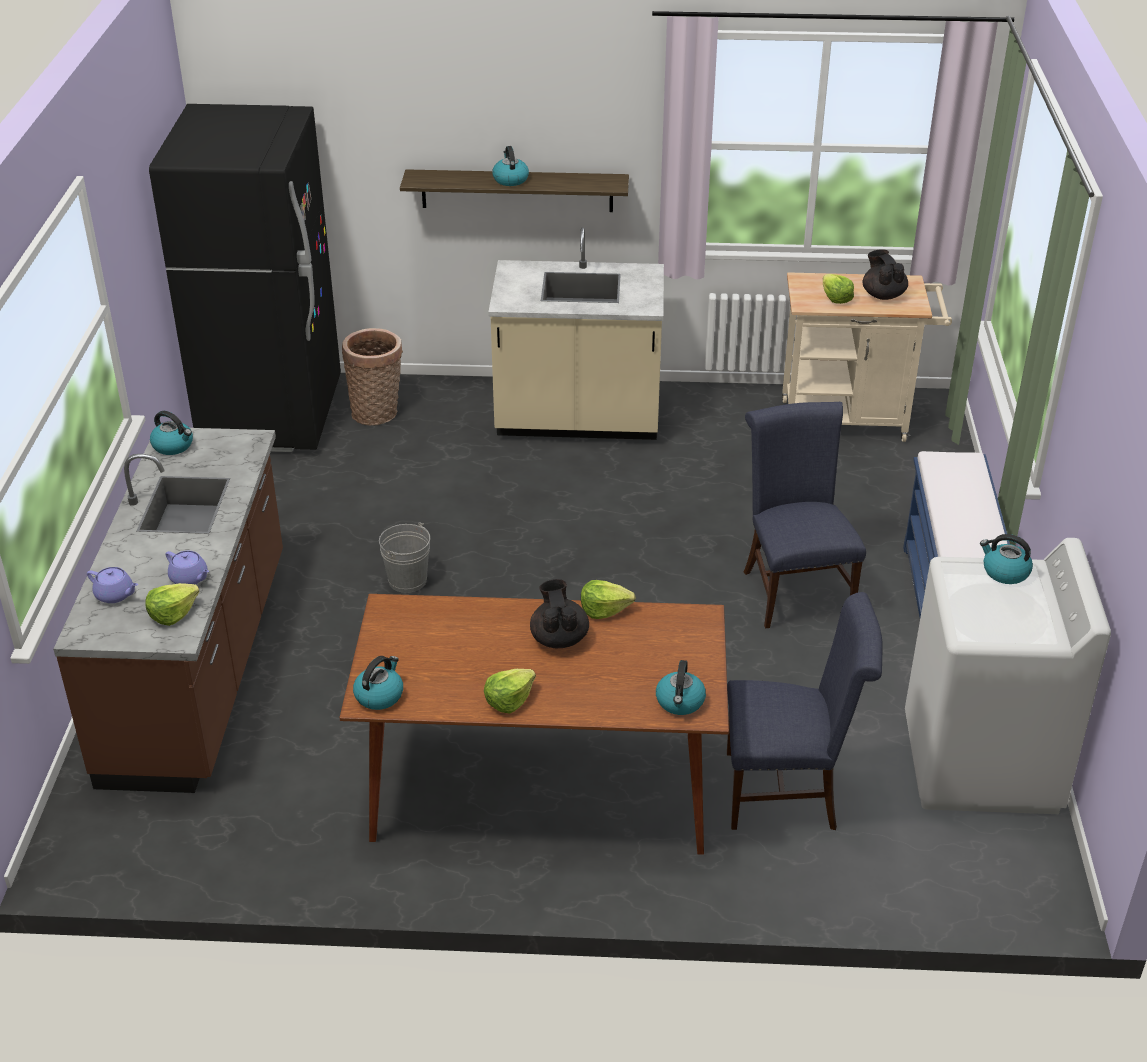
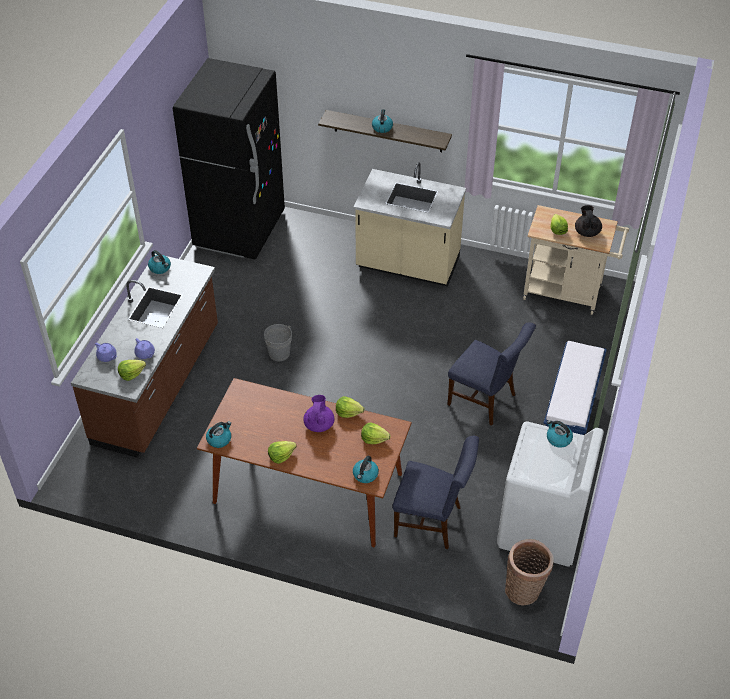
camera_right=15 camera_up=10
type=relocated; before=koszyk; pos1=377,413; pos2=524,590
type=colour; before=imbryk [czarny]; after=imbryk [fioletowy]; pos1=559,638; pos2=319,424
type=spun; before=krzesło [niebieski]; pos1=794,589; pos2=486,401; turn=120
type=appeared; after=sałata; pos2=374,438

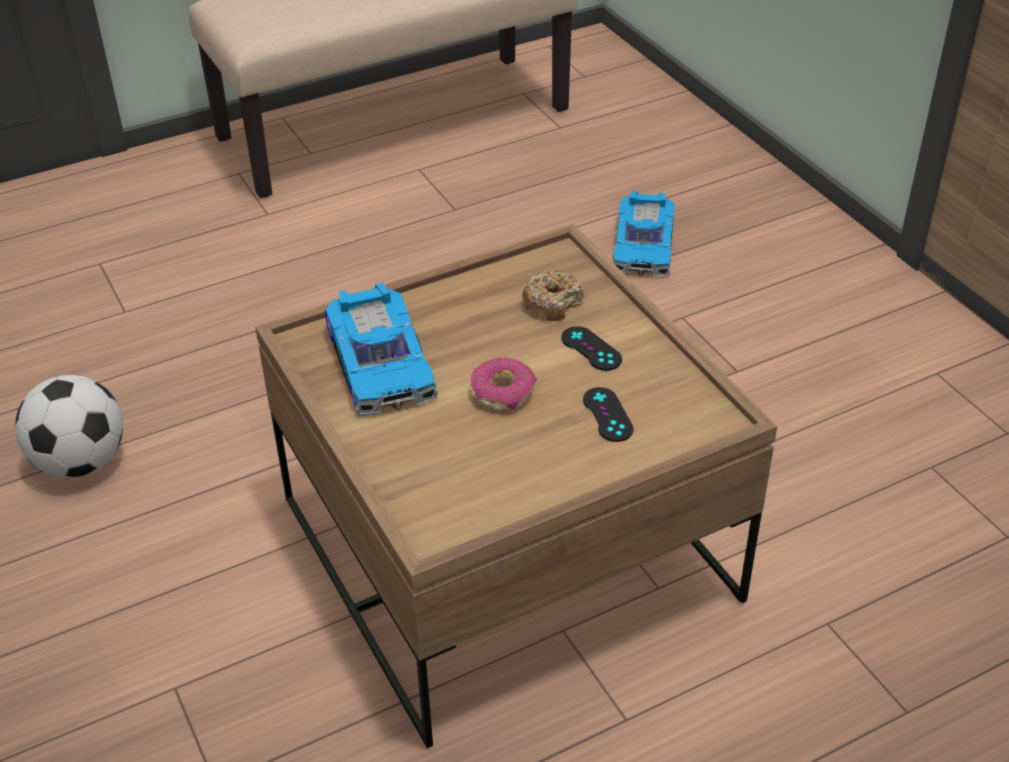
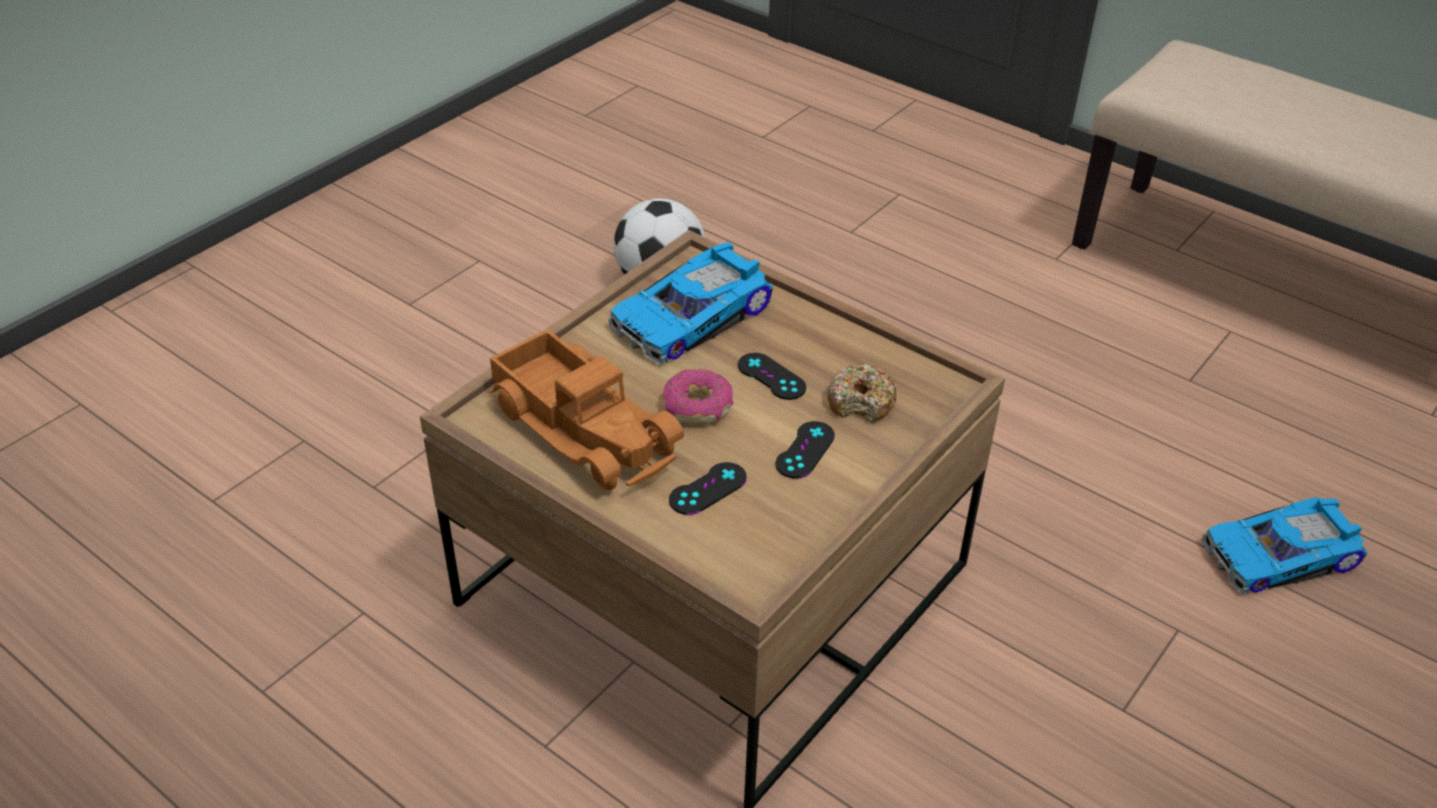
camera_right=65 camera_up=0
type=appeared; after=ciężarówka zabawkowa; pos2=586,426
type=appeared; after=pad do gier [czarny]; pos2=771,377

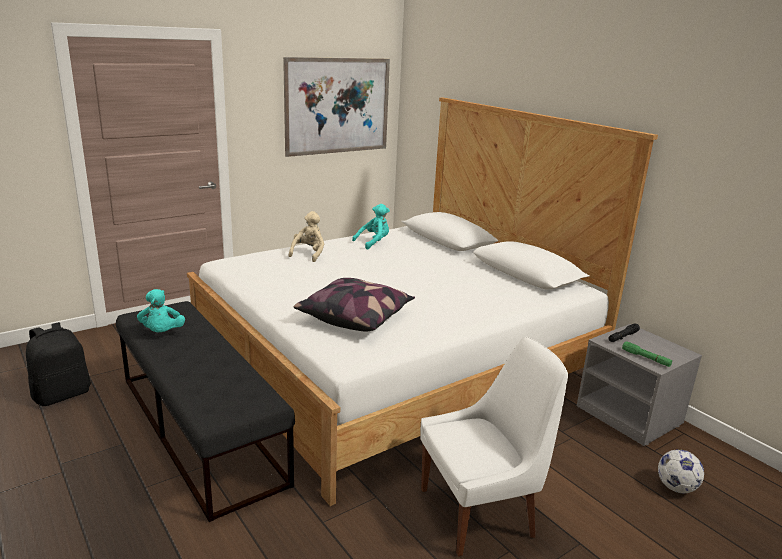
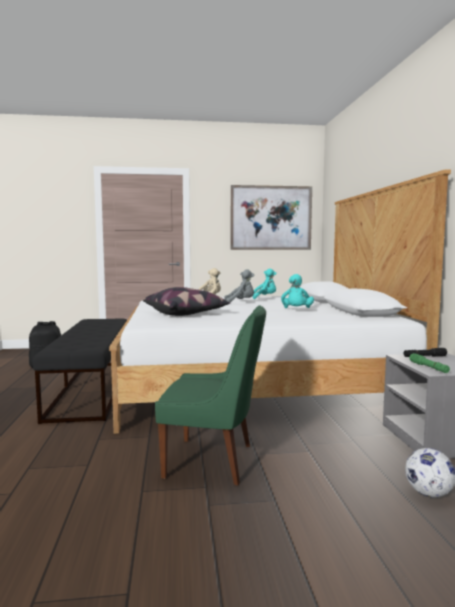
camera_right=30 camera_up=-15
type=relocated; before=pluszak [turkusowy]; pos1=162,333; pos2=296,310
type=colour; before=krzesło [biały]; after=krzesło [zielony]; pos1=480,511; pos2=213,461
type=appeared; after=pluszak [szary]; pos2=241,302

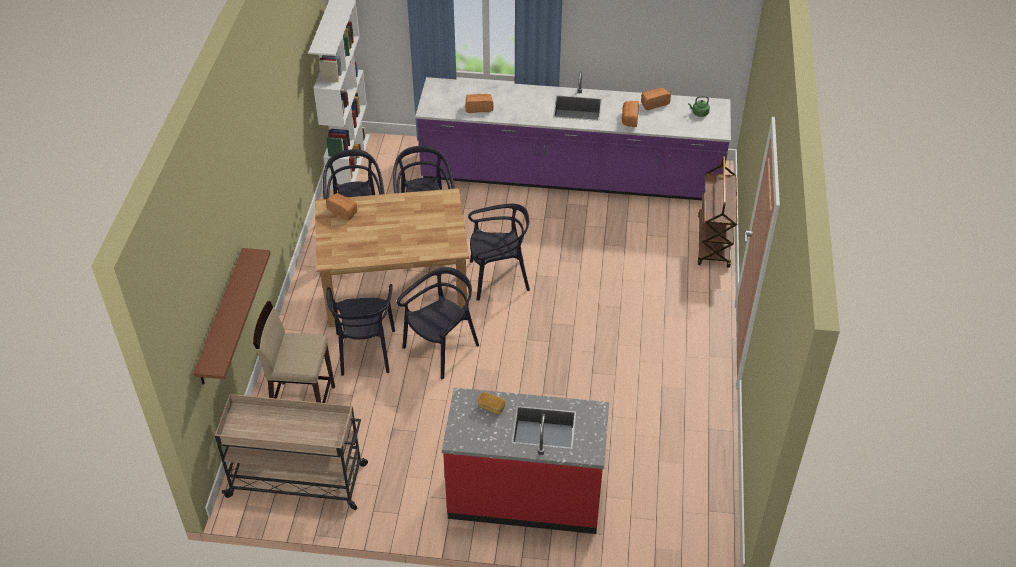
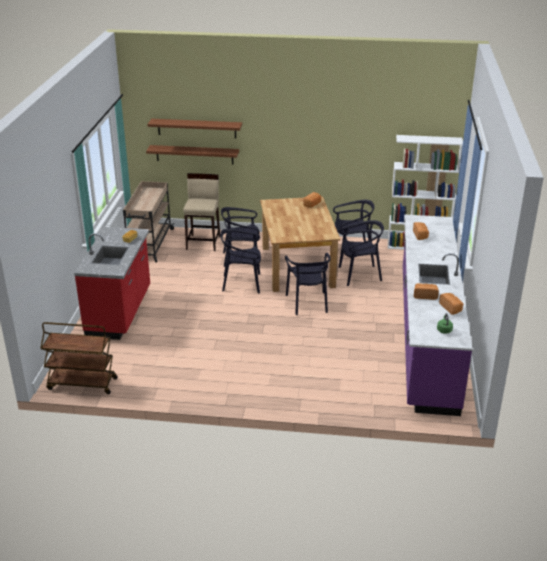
camera_right=90 camera_up=-15
type=spun; before=krzesło [czarny]; pos1=441,349; pos2=242,283; turn=135
type=relocated; before=wózek [brązowy]; pos1=714,242; pos2=81,384
type=appeared; after=półka [brązowy]; pos2=196,128

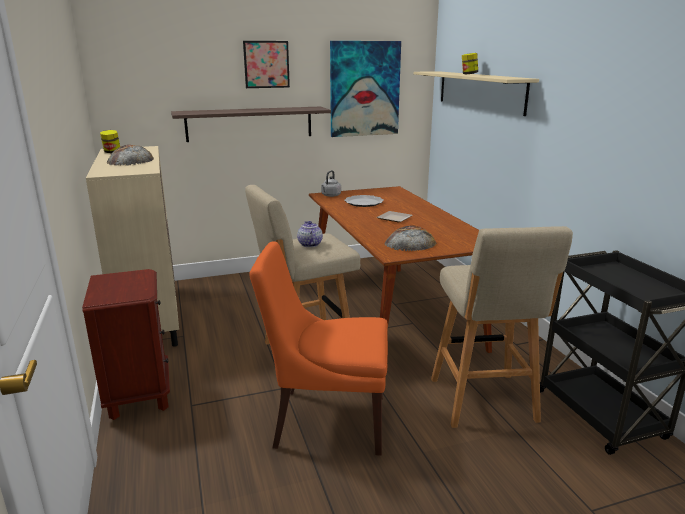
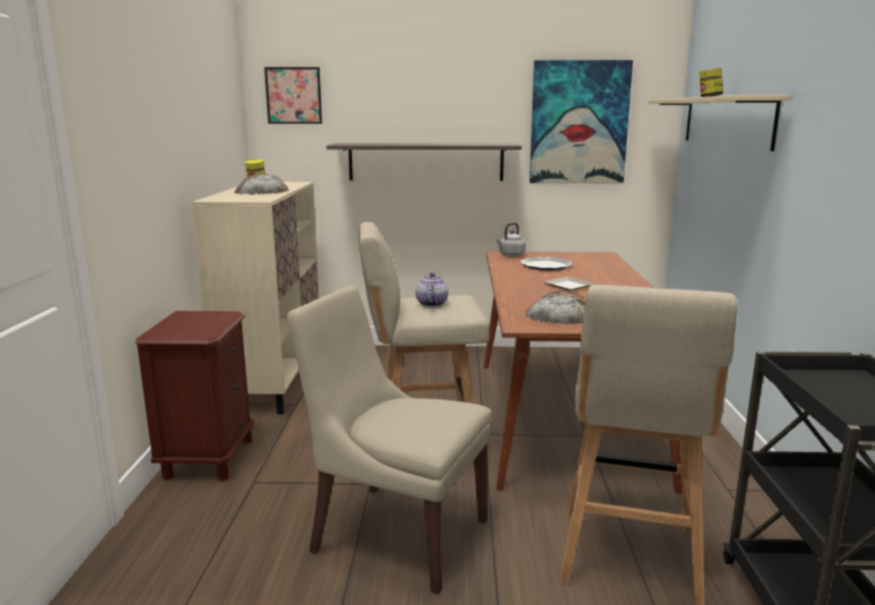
camera_right=20 camera_up=-5
type=relocated; before=obraz; pos1=266,64; pos2=293,95
type=colour; before=krzesło [pomarańczowy]; after=krzesło [beżowy]; pos1=326,420; pos2=395,533

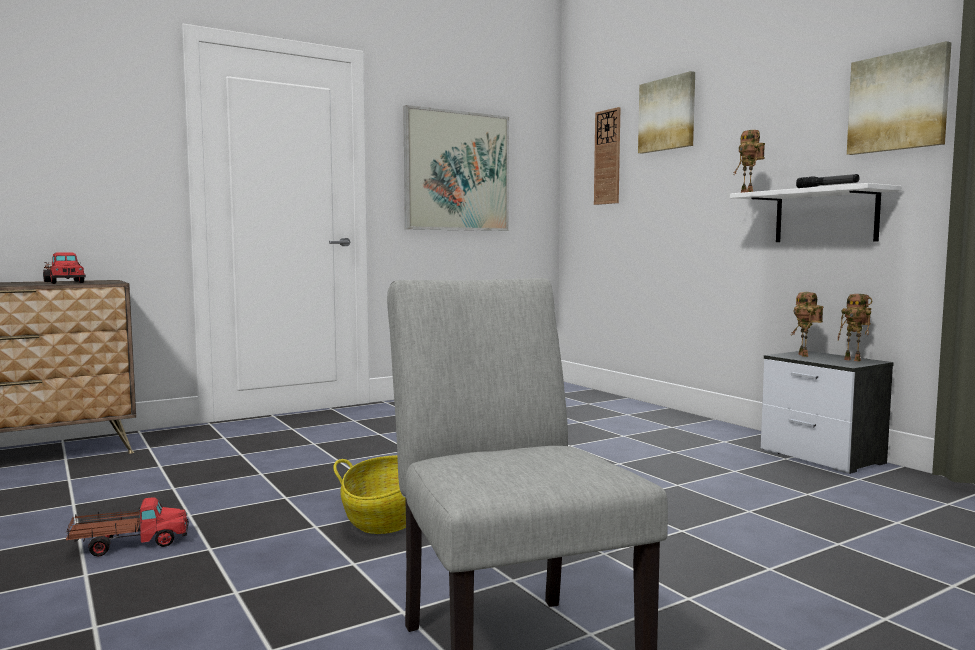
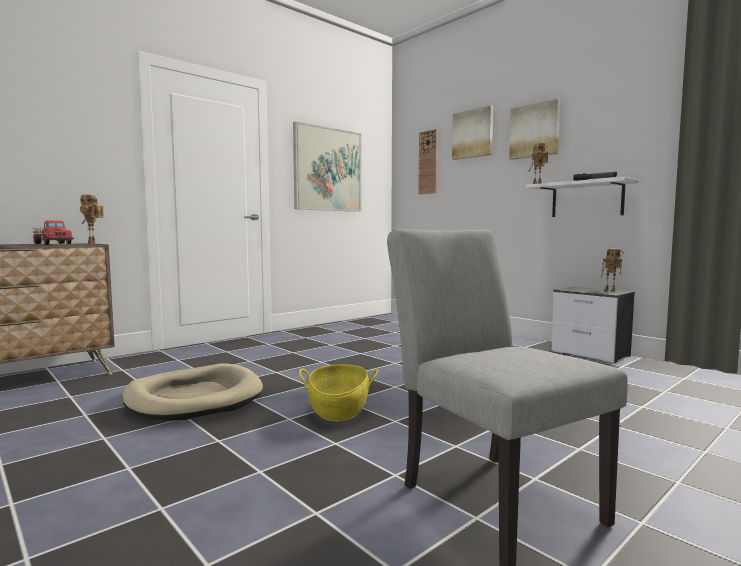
camera_right=-10 camera_up=0
type=missing; before=ciężarówka zabawkowa; pos1=128,544
type=relocated; before=robot zabawkowy; pos1=805,355; pos2=93,243
type=relocated; before=obraz; pos1=898,102; pos2=534,130
type=appeared; after=legowisko [beżowy]; pos2=194,398

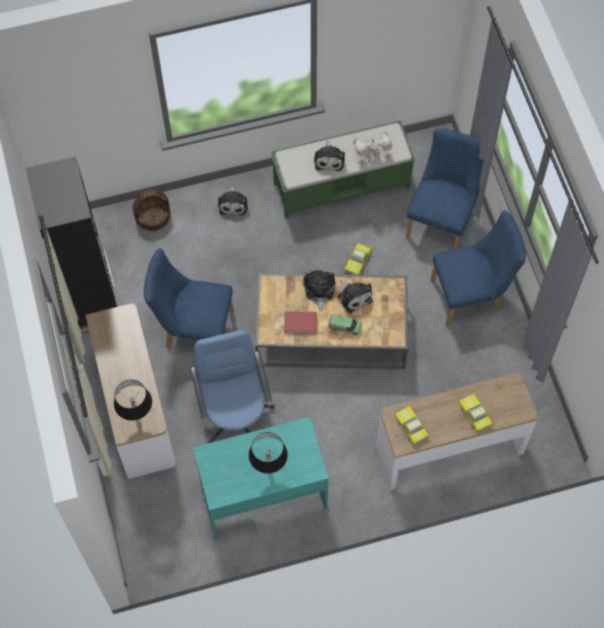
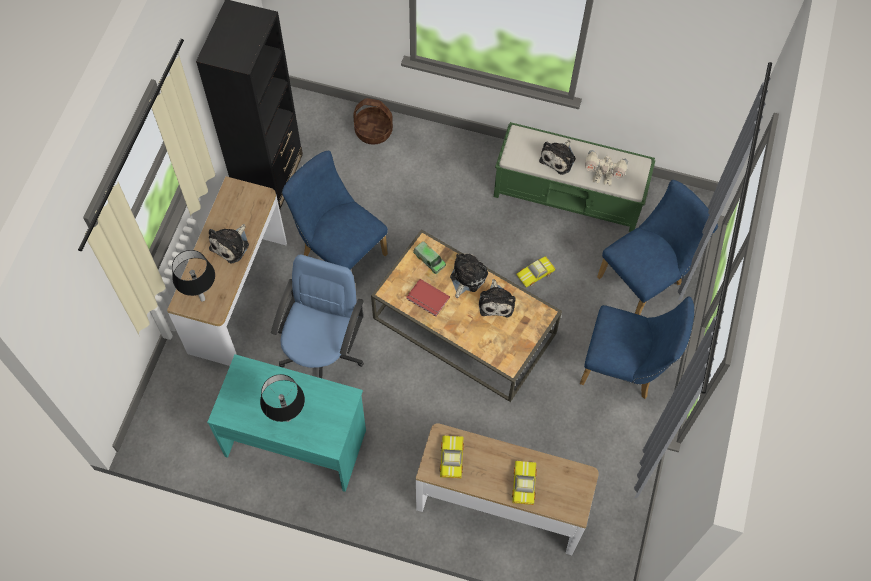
camera_right=30 camera_up=0
type=relocated; before=pluszak; pos1=233,203; pos2=231,245
type=relocated; before=ciężarówka zabawkowa; pos1=344,326; pos2=429,260

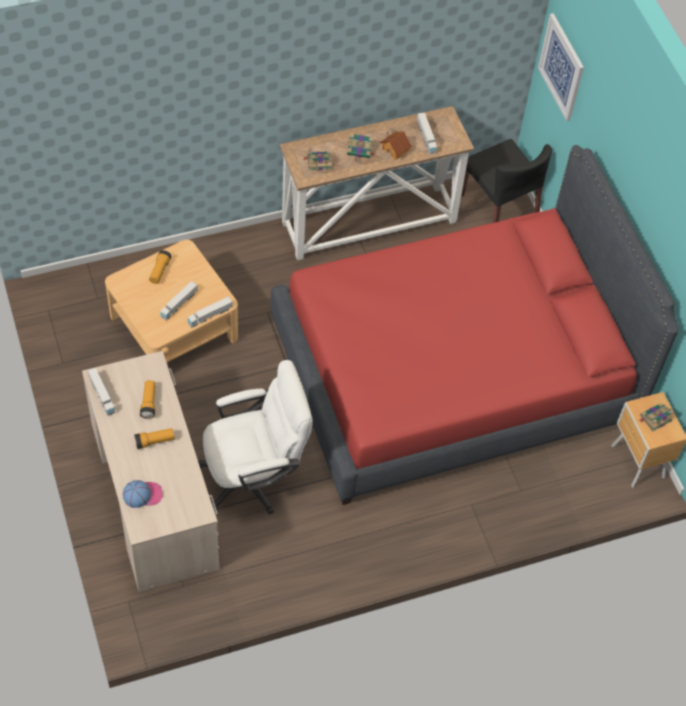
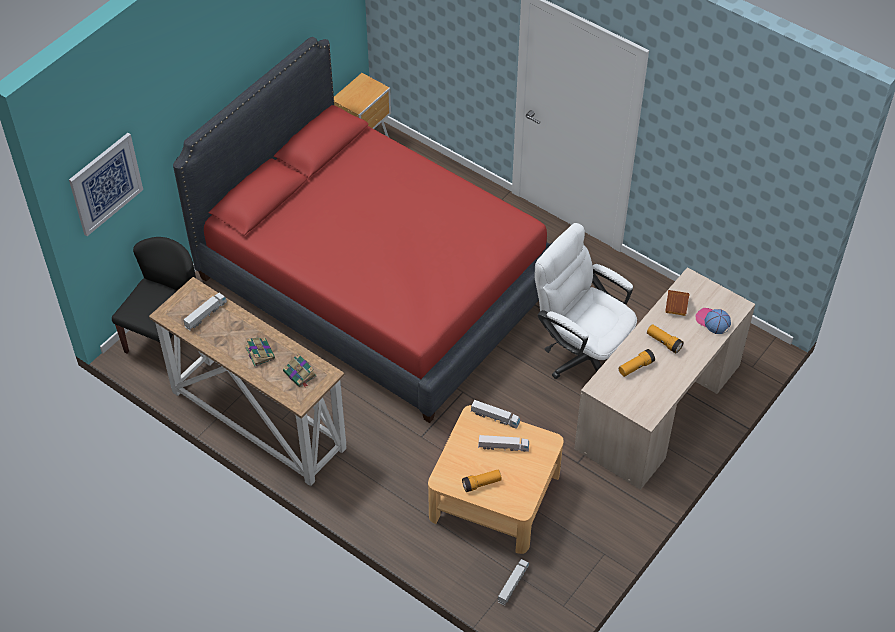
camera_right=-120 camera_up=-5
type=relocated; before=ciężarówka zabawkowa; pos1=101,395; pos2=513,584
type=relocated; before=domek; pos1=395,149; pos2=675,306
type=missing; before=książka; pos1=655,418

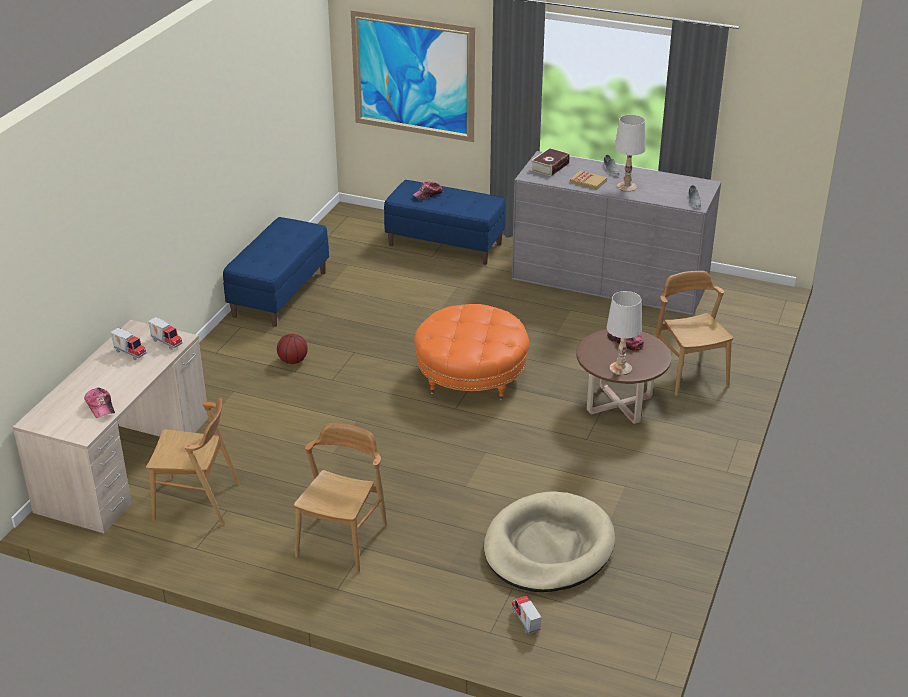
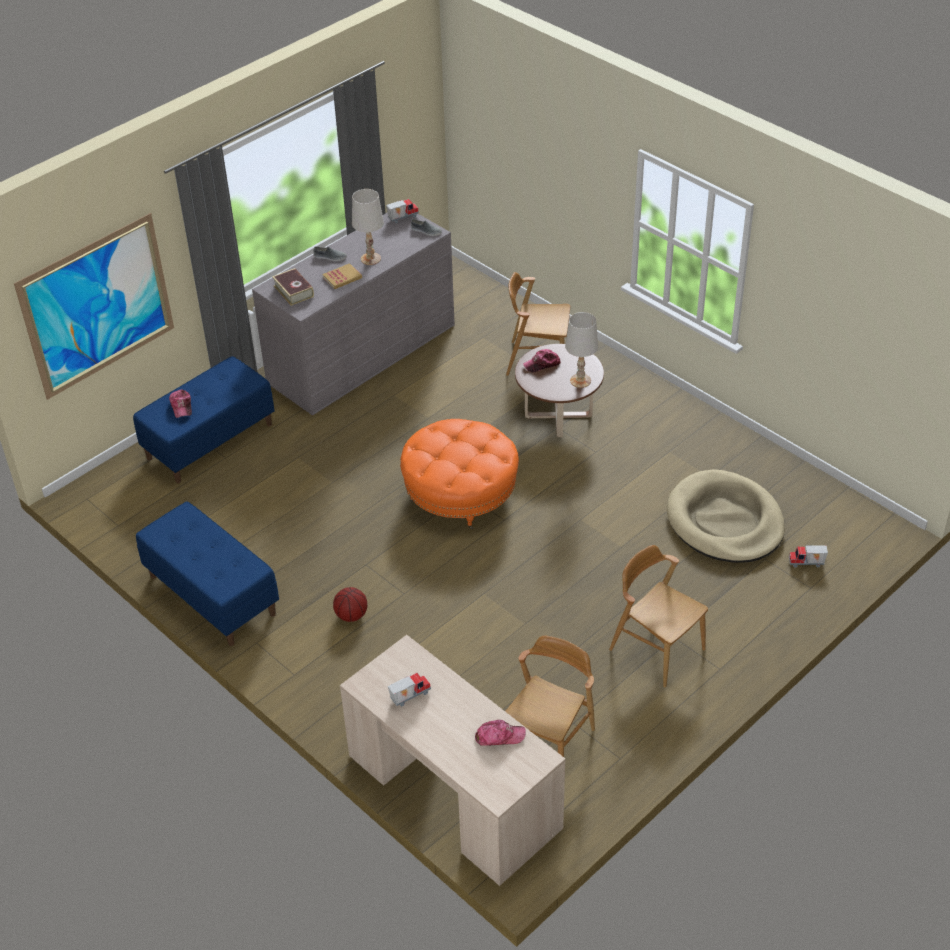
camera_right=-65 camera_up=10
type=relocated; before=ciężarówka zabawkowa; pos1=167,342; pos2=402,217

